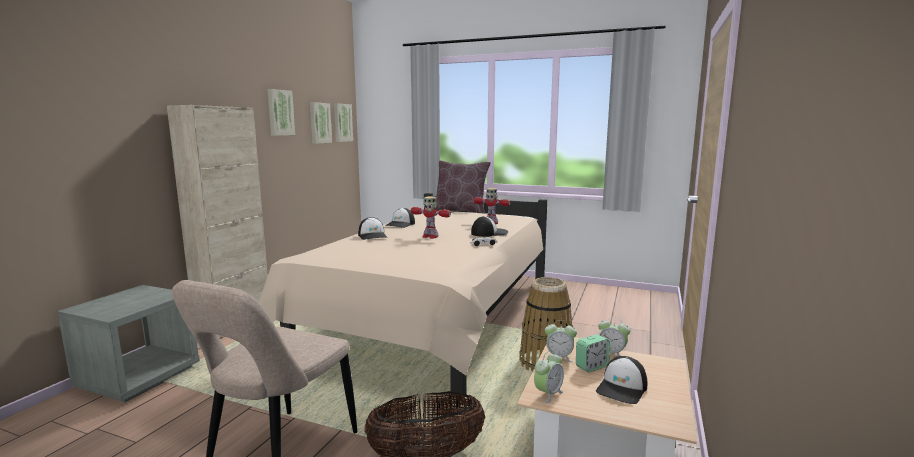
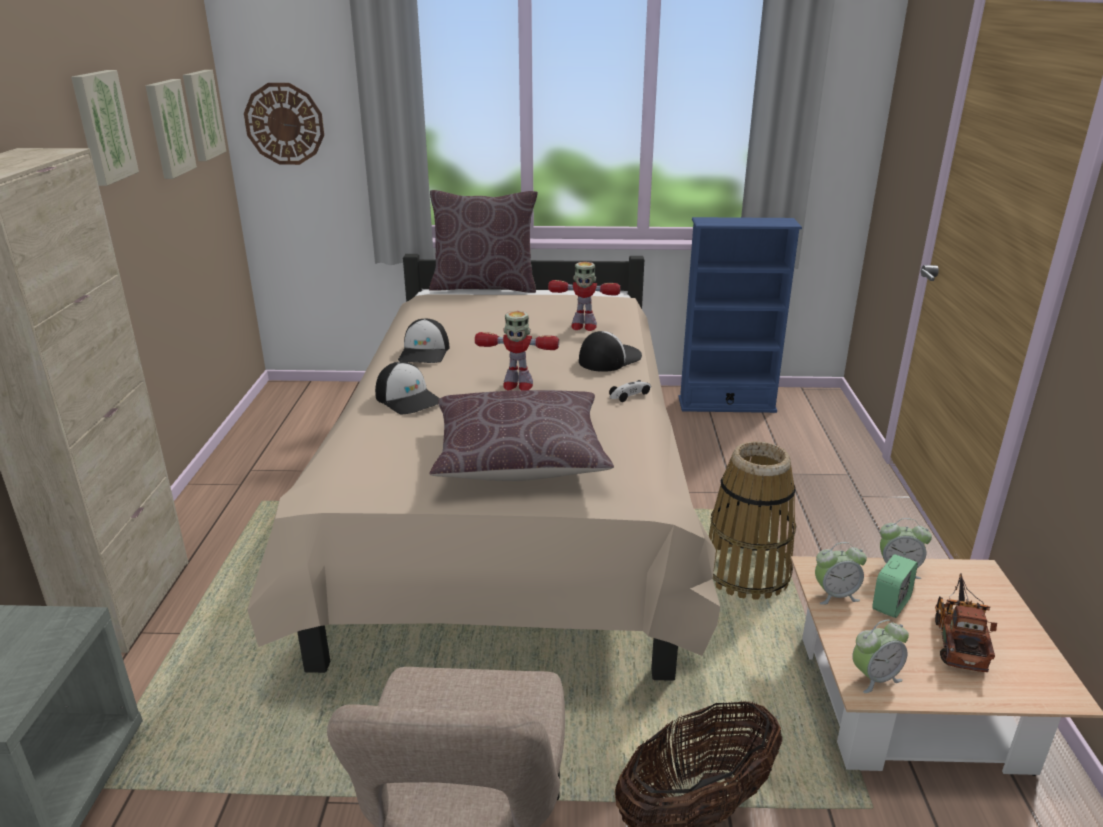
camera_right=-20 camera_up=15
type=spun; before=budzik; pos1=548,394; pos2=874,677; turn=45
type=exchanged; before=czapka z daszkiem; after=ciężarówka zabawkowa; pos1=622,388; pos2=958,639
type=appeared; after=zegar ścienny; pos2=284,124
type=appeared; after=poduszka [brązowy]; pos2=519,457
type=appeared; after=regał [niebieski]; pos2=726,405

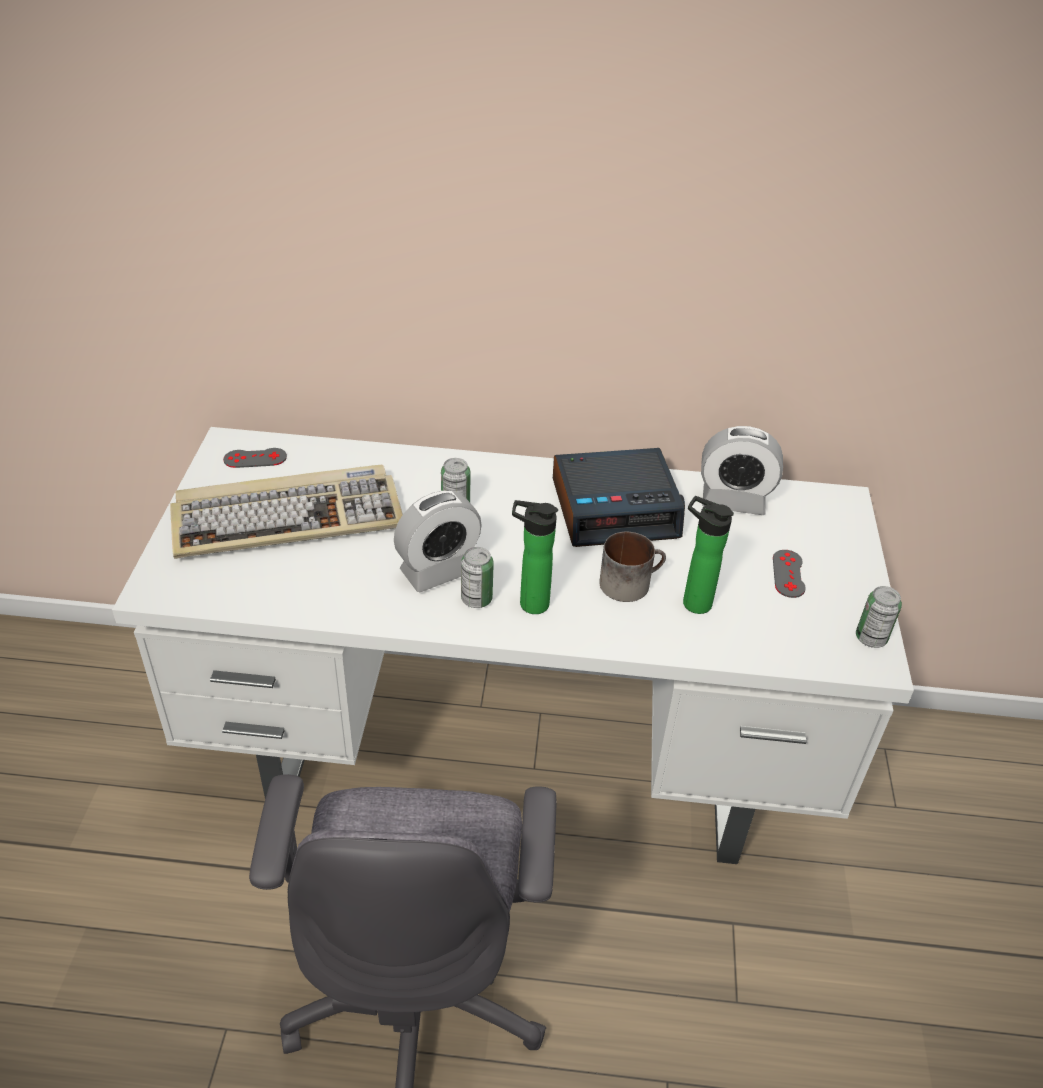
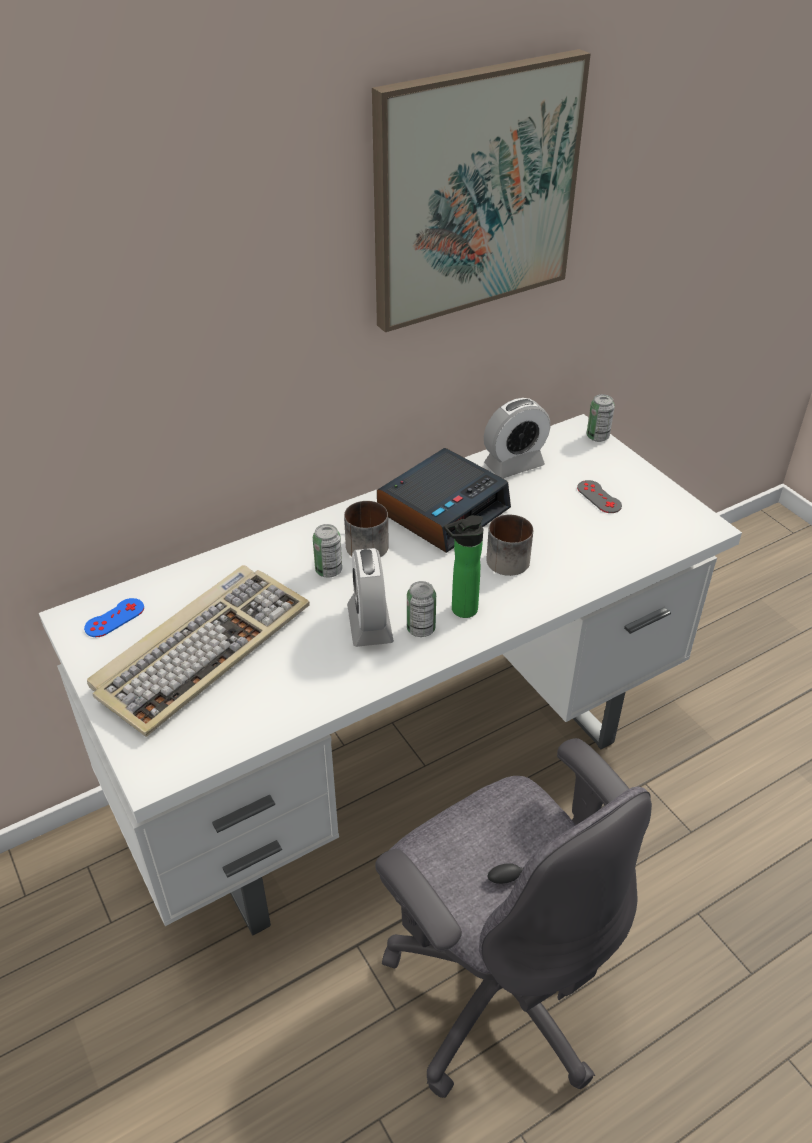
camera_right=-35 camera_up=0
type=colour; before=pad do gier [szary]; after=pad do gier [niebieski]; pos1=255,458; pos2=114,618
type=spun; before=budzik; pos1=438,571; pos2=370,624; turn=150
type=missing; before=butelka; pos1=692,602
type=relocated; before=puszka; pos1=870,638; pos2=597,436
type=appeared; after=kubek; pos2=363,543
type=appeared; after=obraz; pos2=474,191

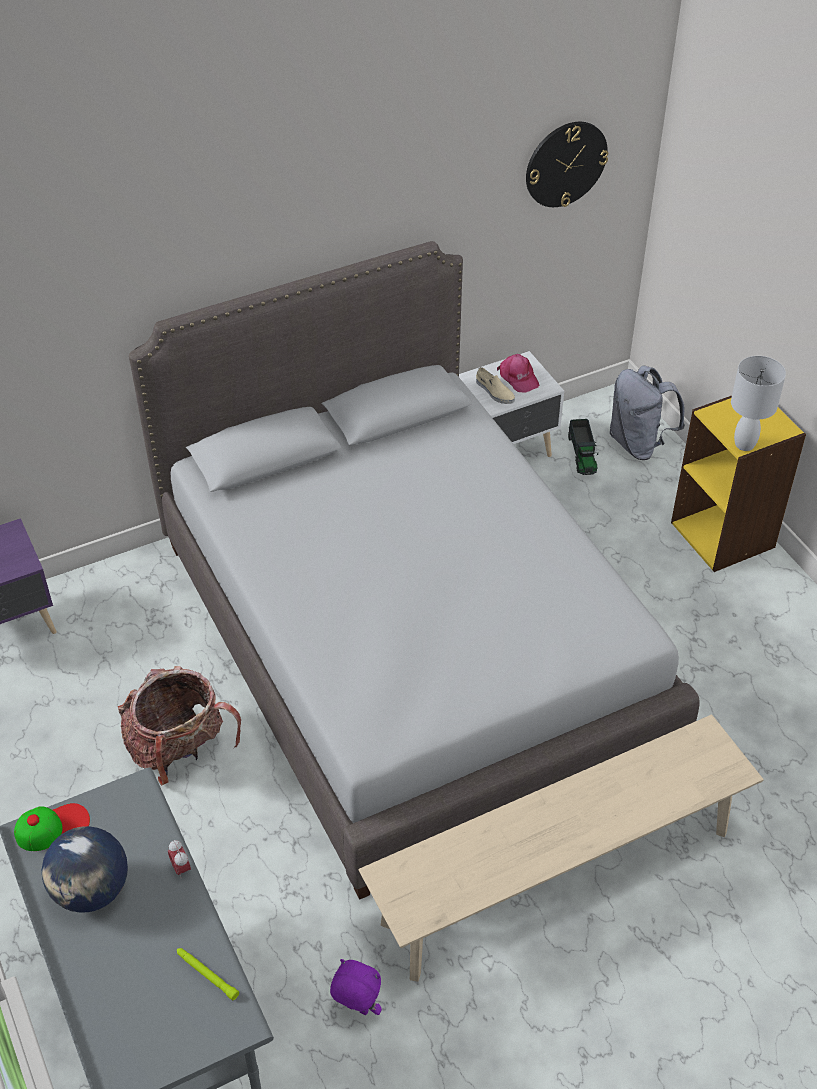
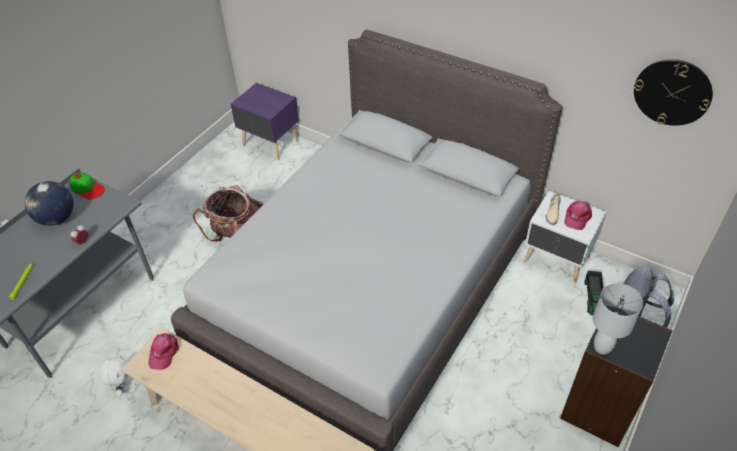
camera_right=60 camera_up=0
type=colour; before=pluszak [fioletowy]; after=pluszak [biały]; pos1=356,1009; pos2=123,387
type=spun; before=ciężarówka zabawkowa; pos1=582,454; pos2=593,298; turn=-45
type=colour; before=regał [żółty]; after=regał [czarny]; pos1=723,534; pos2=599,409
type=appeared; after=czapka z daszkiem [różowy]; pos2=164,352

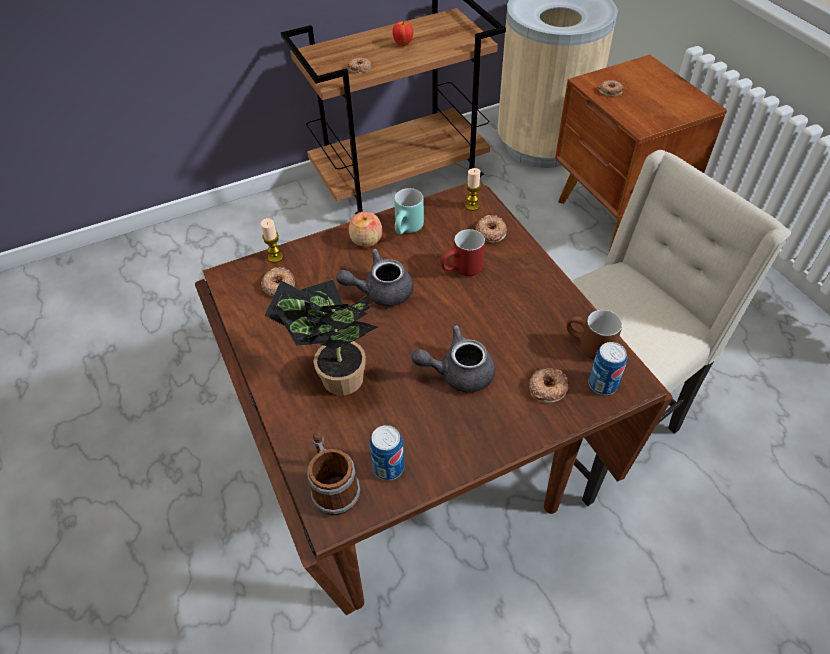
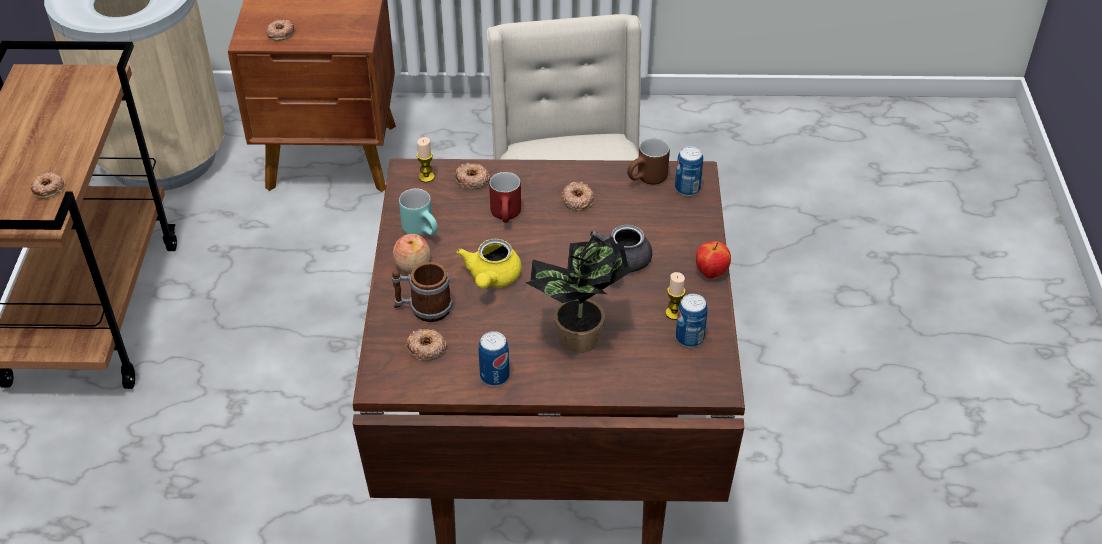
camera_right=-65 camera_up=-5
type=relocated; before=świeca; pos1=275,257; pos2=674,313
type=relocated; before=kubek; pos1=333,487; pos2=423,308
type=colour; before=imbryk [szary]; after=imbryk [żółty]; pos1=380,291; pos2=491,278
type=relocated; before=jabłko; pos1=403,44; pos2=711,273
type=relocated; before=donut; pos1=547,387; pos2=577,200
type=appeared; after=puszka; pos2=494,376

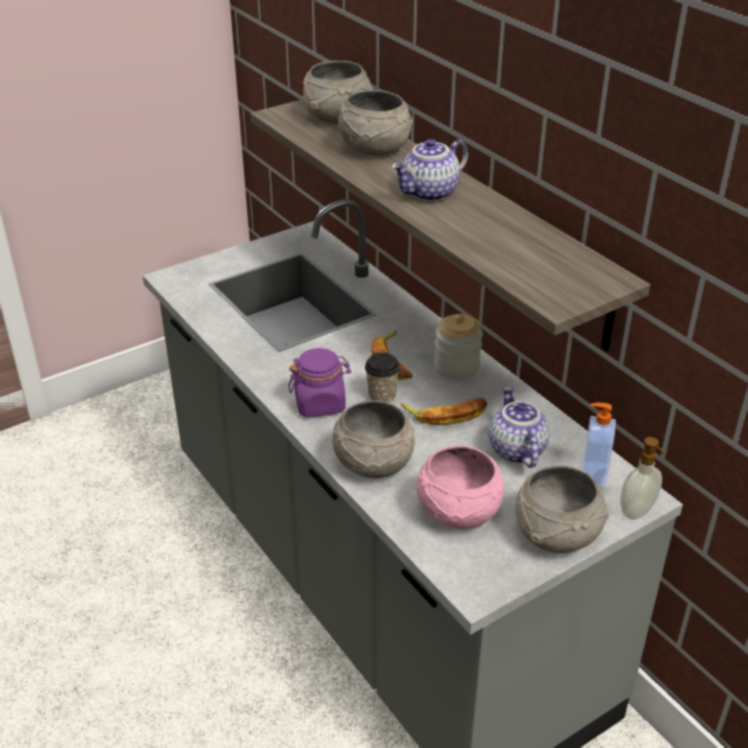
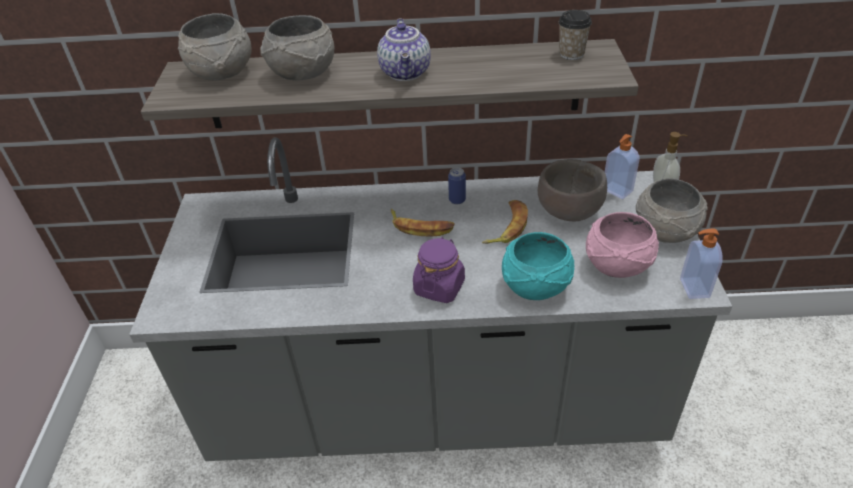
camera_right=-55 camera_up=5
type=colour; before=miska [szary]; after=miska [turkusowy]; pos1=372,463; pos2=534,287
type=relocated; before=filiżanka; pos1=382,396; pos2=571,54
type=exchanged; before=słoik; after=puszka; pos1=457,367; pos2=457,200
type=exchanged; before=imbryk; after=miska [brązowy]; pos1=515,450; pos2=569,212
type=appeared; after=dozownik mydła; pos2=693,288

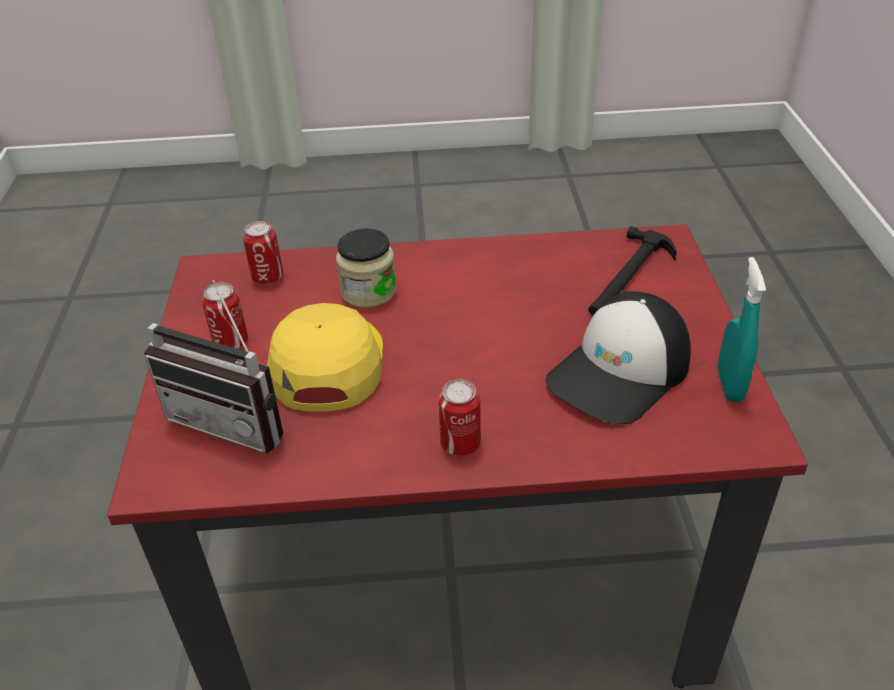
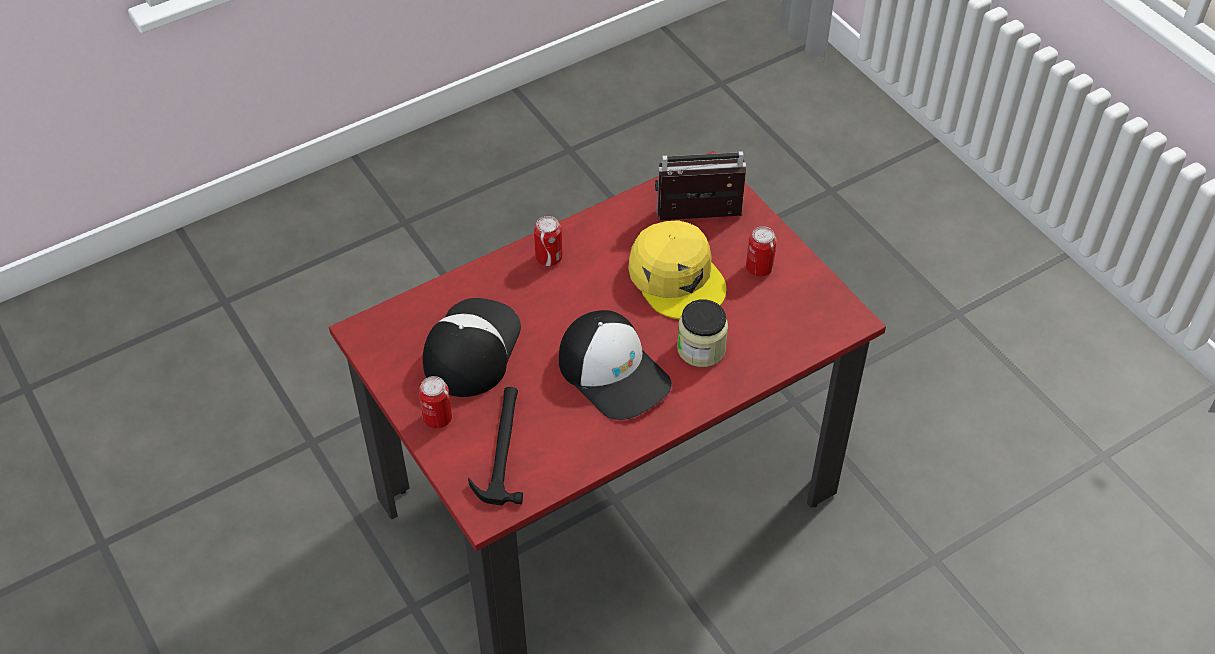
camera_right=150 camera_up=10
type=relocated; before=puszka; pos1=267,277; pos2=437,418
type=missing; before=spryskiwacz [turkusowy]; pos1=729,385
type=appeared; after=czapka z daszkiem; pos2=614,372

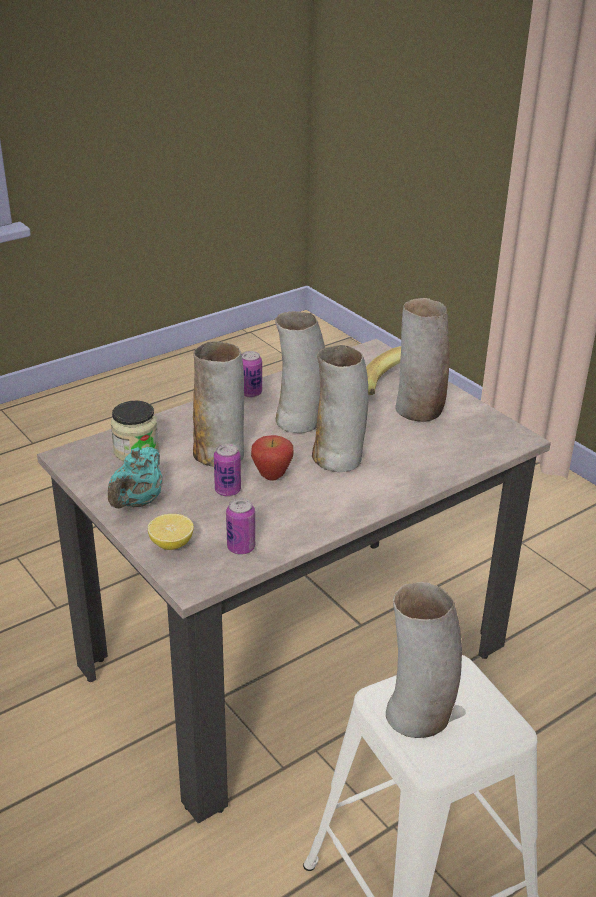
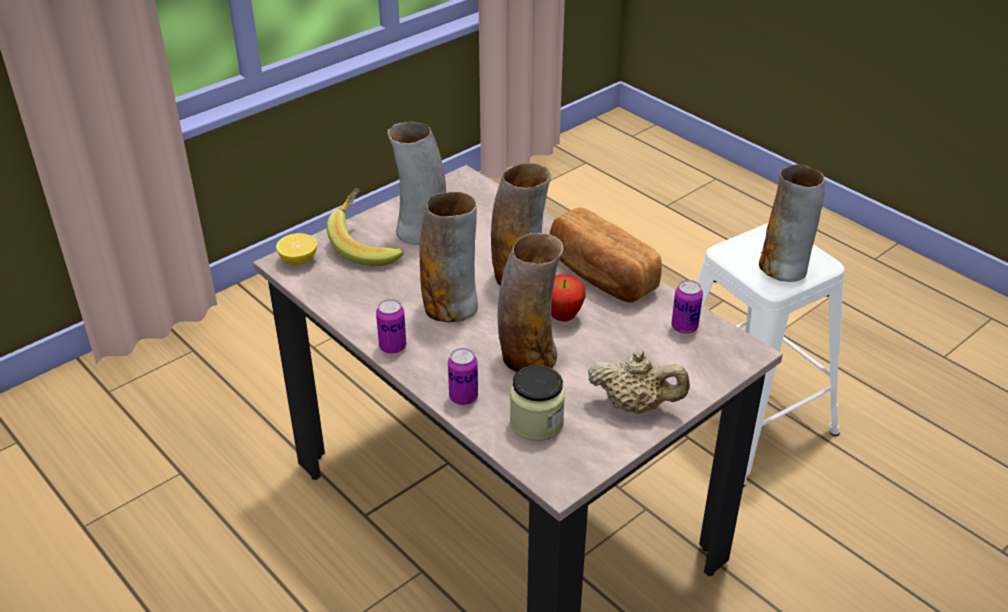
camera_right=-95 camera_up=5
type=colour; before=imbryk [turkusowy]; after=imbryk [beżowy]; pos1=137,502; pos2=635,405
type=relocated; before=cytryna; pos1=171,544; pos2=298,260
type=relocated; before=puszka; pos1=228,490; pos2=463,397
type=appeared; after=chleb; pos2=600,275

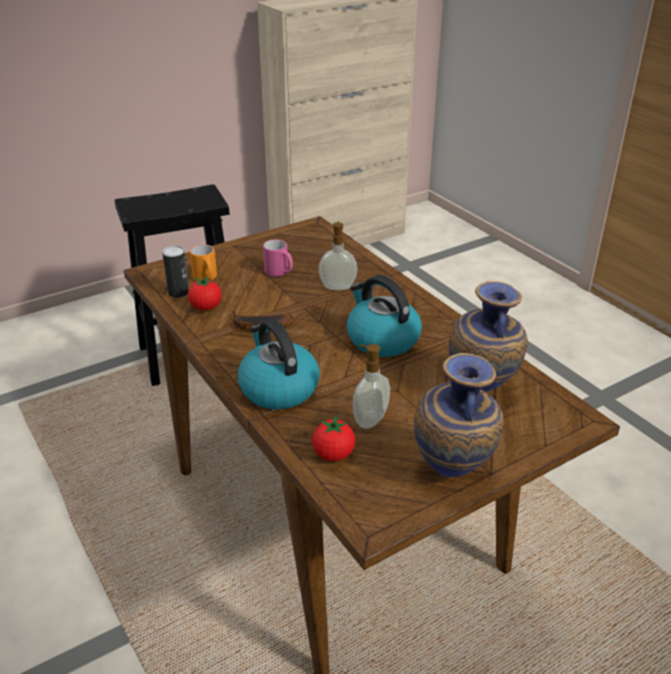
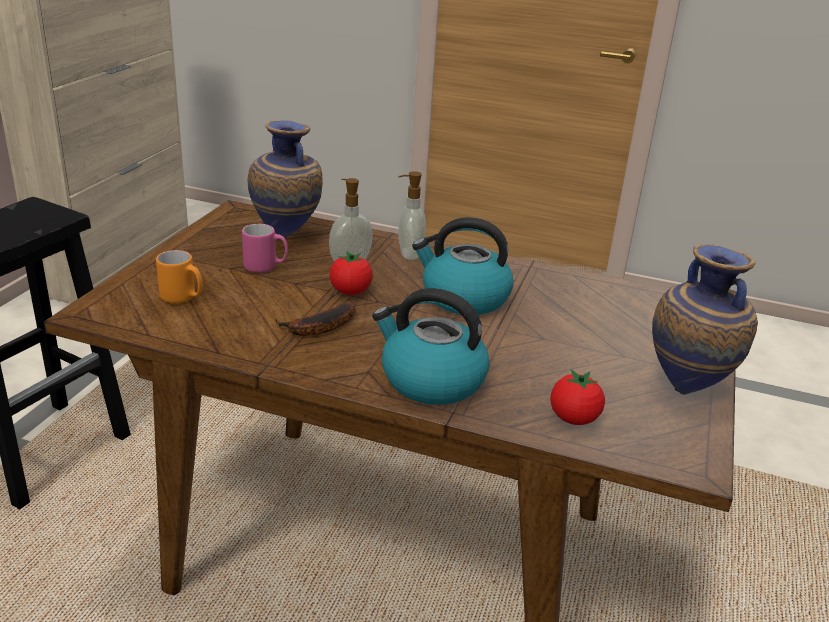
camera_right=-40 camera_up=-5
type=missing; before=puszka; pos1=178,292
type=relocated; before=pomidor; pos1=206,307; pos2=350,292
type=relocated; before=dozownik mydła; pos1=369,419; pos2=408,254
type=relocated; before=wazon; pos1=482,391; pos2=287,236

